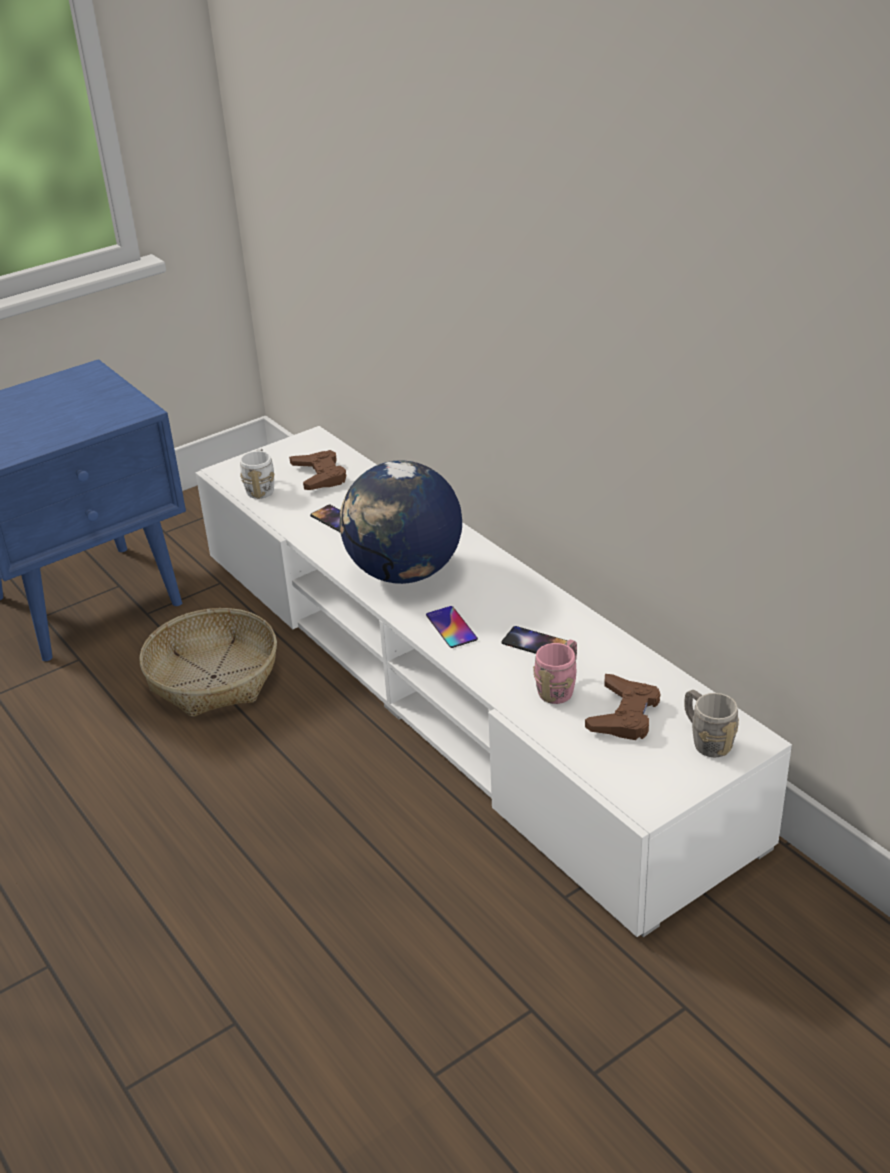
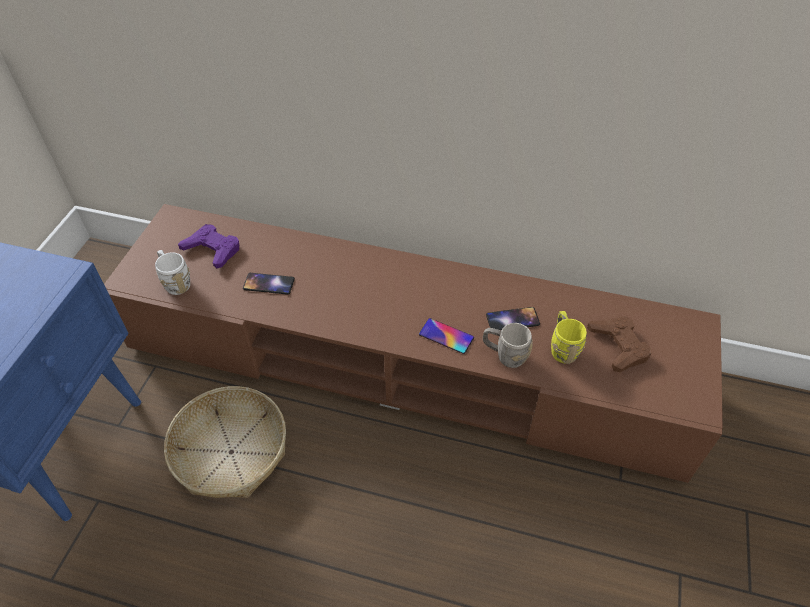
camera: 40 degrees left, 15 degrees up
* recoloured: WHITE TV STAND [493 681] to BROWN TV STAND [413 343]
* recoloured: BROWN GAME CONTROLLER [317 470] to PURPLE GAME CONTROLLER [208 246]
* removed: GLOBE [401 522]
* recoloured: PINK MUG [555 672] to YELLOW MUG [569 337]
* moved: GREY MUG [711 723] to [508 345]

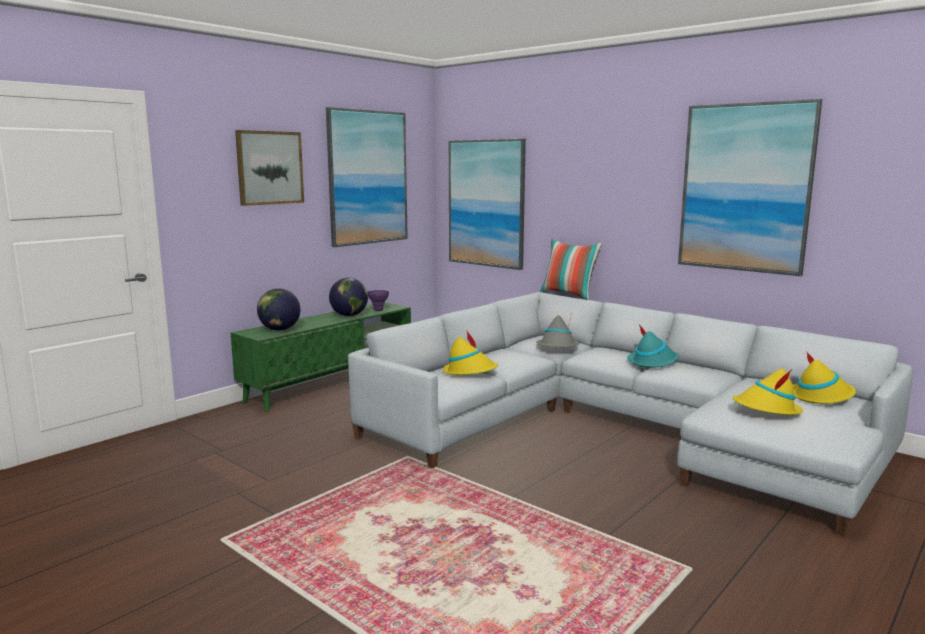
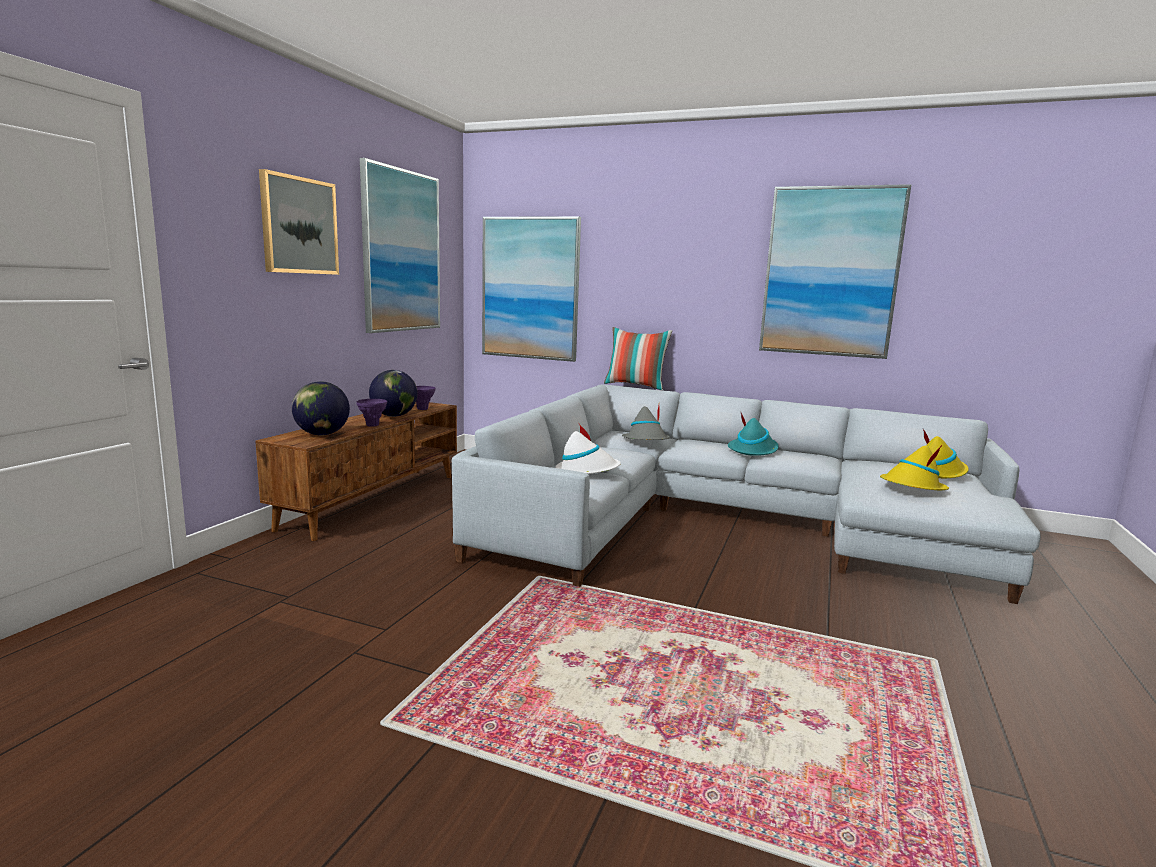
camera: 20 degrees left, 0 degrees up
* recoloured: GREEN TV STAND [321 357] to BROWN TV STAND [356 471]
* recoloured: YELLOW HAT [470 352] to WHITE HAT [588 449]
* added: PURPLE VASE [371 413]

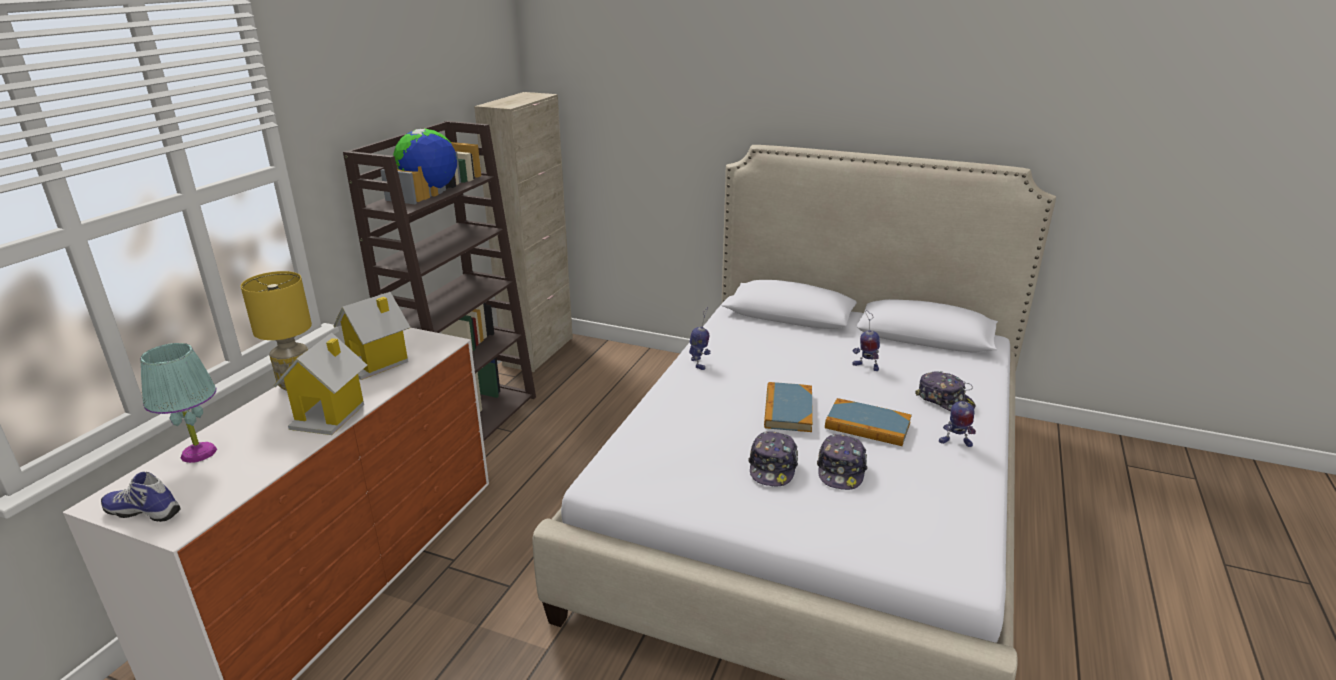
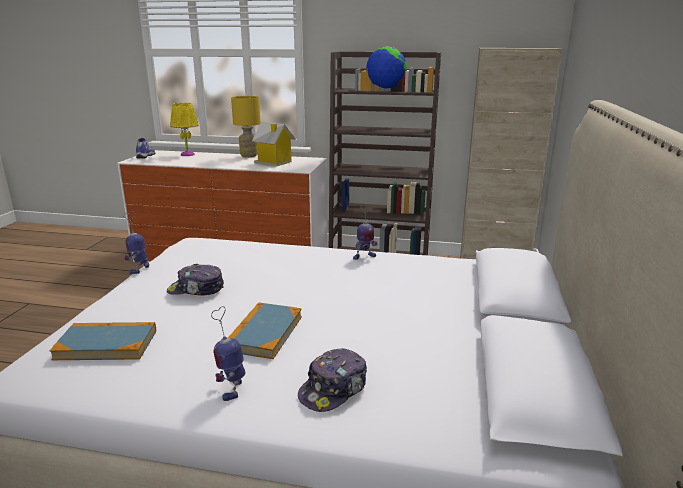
camera: 80 degrees right, 5 degrees down
* moved: TOY ROBOT [866 340] to [136 242]
* removed: TOY HOUSE [320 384]
* recoloured: TURQUOISE TABLE LAMP [178 403] to YELLOW TABLE LAMP [184 129]
* moved: BOOK [788 407] to [103 341]
* removed: CAP [842 462]

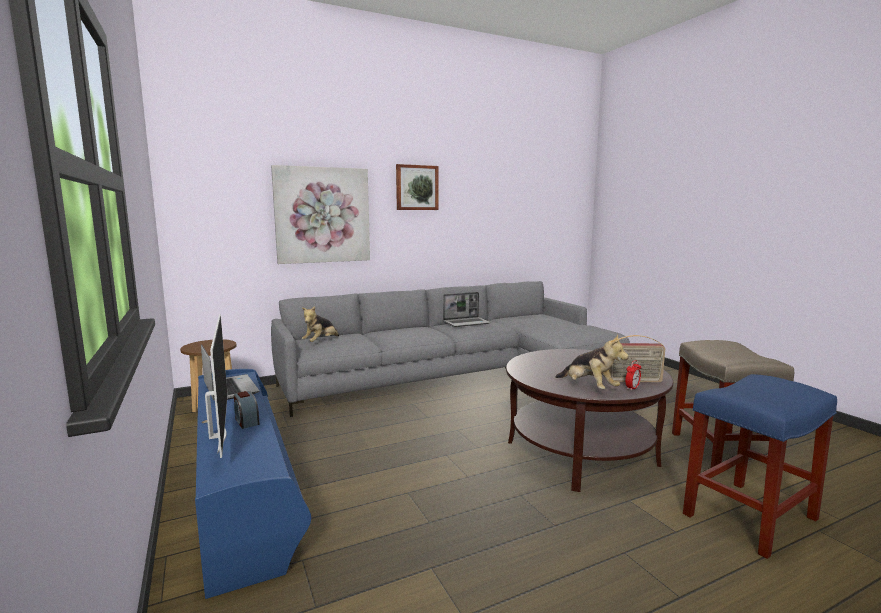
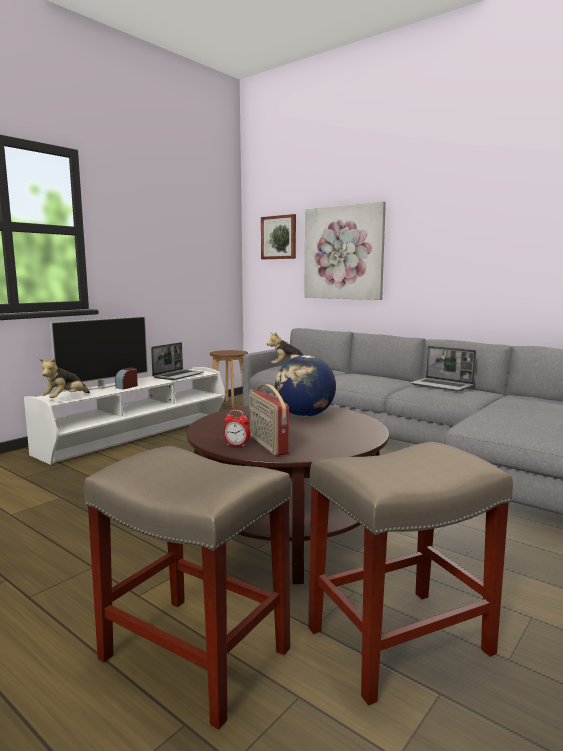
camera: 65 degrees right, 0 degrees up
* moved: PICTURE [417 187] to [278 236]
* moved: PLUSH TOY [592 361] to [64 377]
* recoloured: BLUE TV STAND [253 484] to WHITE TV STAND [125 416]
* recoloured: BLUE STOOL [760 466] to BEIGE STOOL [187 588]
* added: GLOBE [305 386]

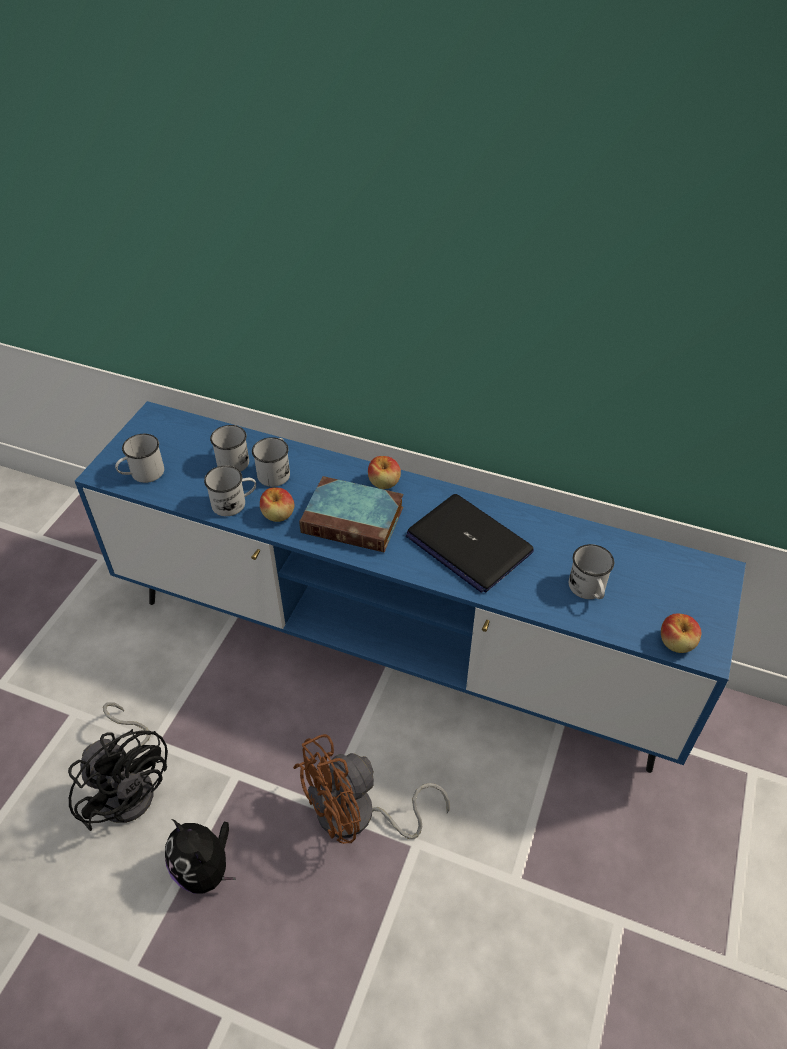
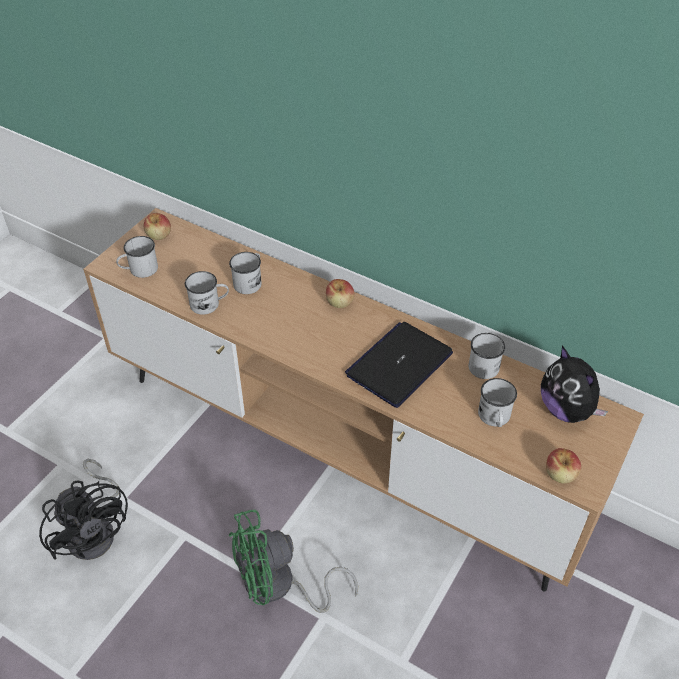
camera: 10 degrees right, 0 degrees up
* recoloured: BLUE TV STAND [410 587] to BROWN TV STAND [363 400]
* moved: WHITE MUG [229 448] to [487 355]
* removed: BOOK [351 514]
* moved: APPLE [277 504] to [157 226]
* turned: LAPTOP [470 543] = [399 365] 75 degrees clockwise
* recoloured: BROWN FAN [371 789] to GREEN FAN [293 561]
* moved: PLUSH TOY [200 856] to [574 384]

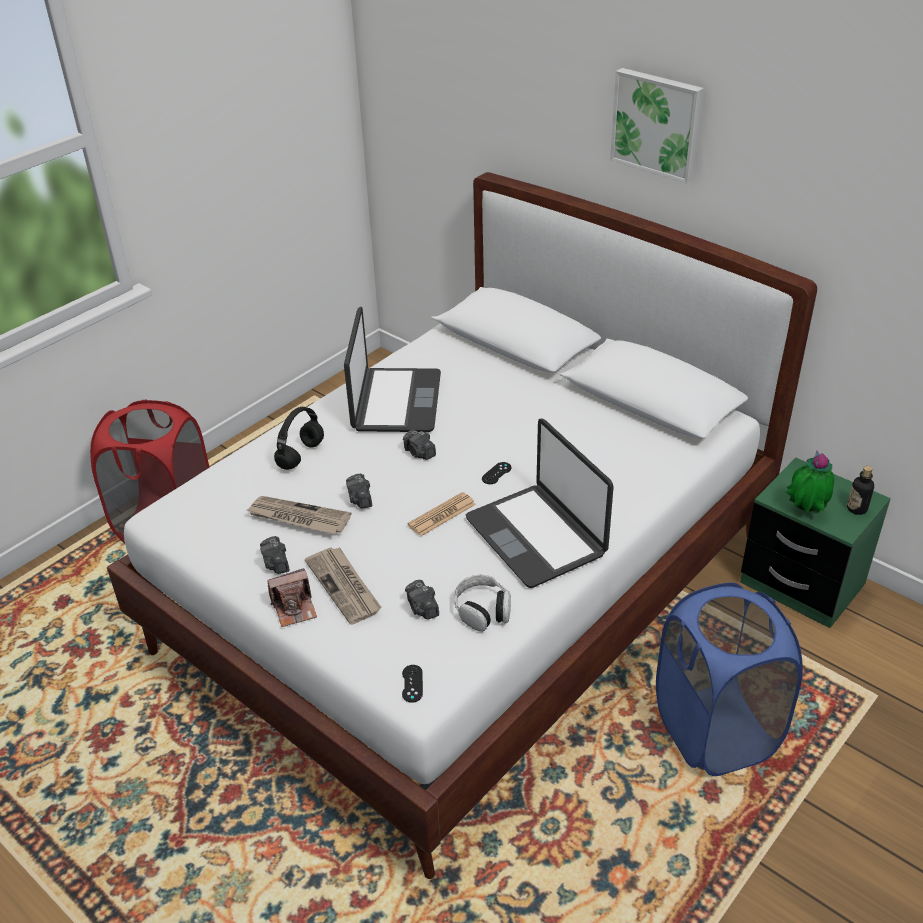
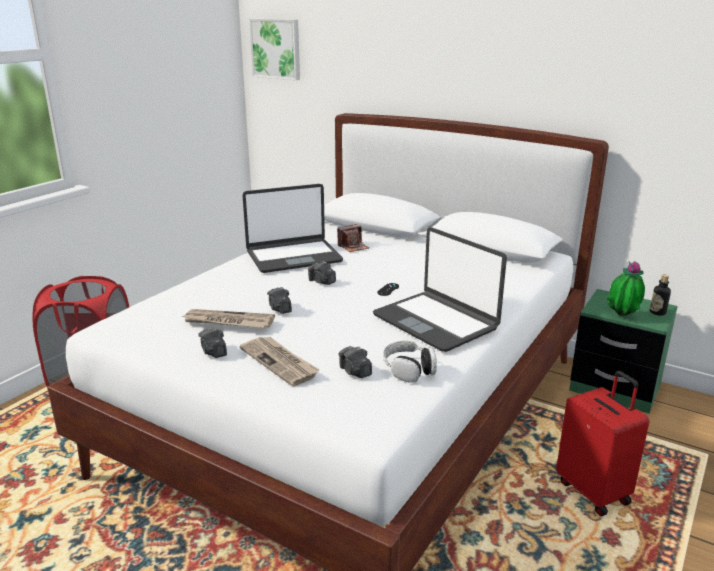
camera: 10 degrees left, 15 degrees down
* moved: PICTURE [657 126] to [274 49]
* turned: LAPTOP [392 369] = [292 228] 75 degrees clockwise
* removed: BLACK HEADPHONES [299 438]
* removed: NEWSPAPER [441 514]
* moved: PHOTO CAMERA [292 597] to [353 238]
* replaced: BLUE LAUNDRY BASKET [729 679] to RED SUITCASE [602 443]
* removed: BLACK GAME CONTROLLER [412 684]

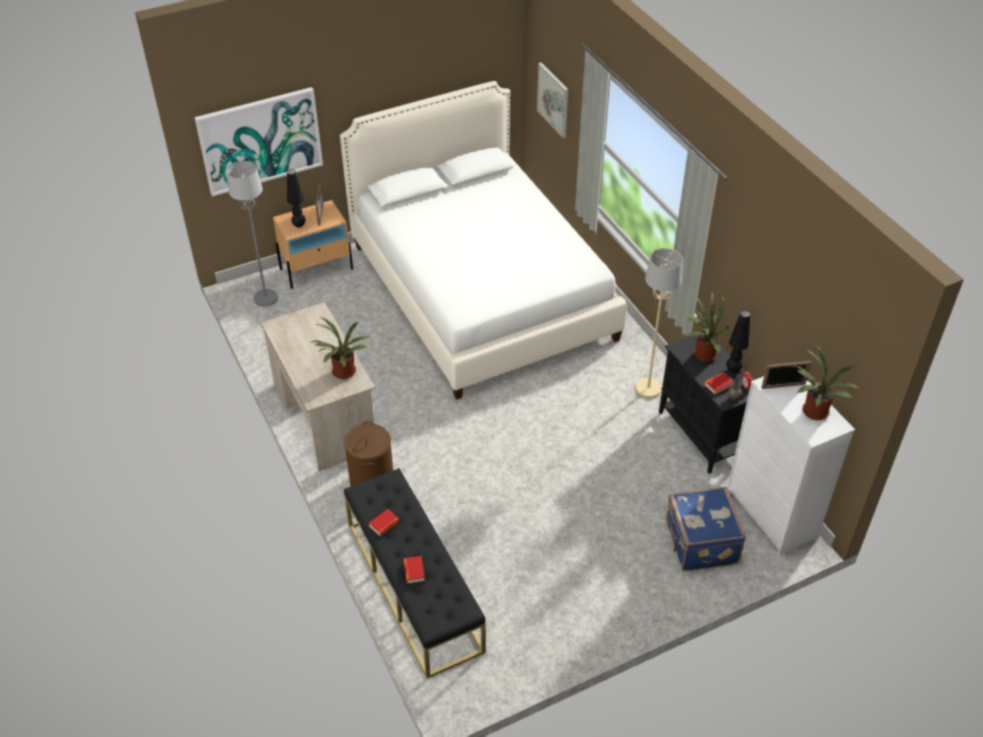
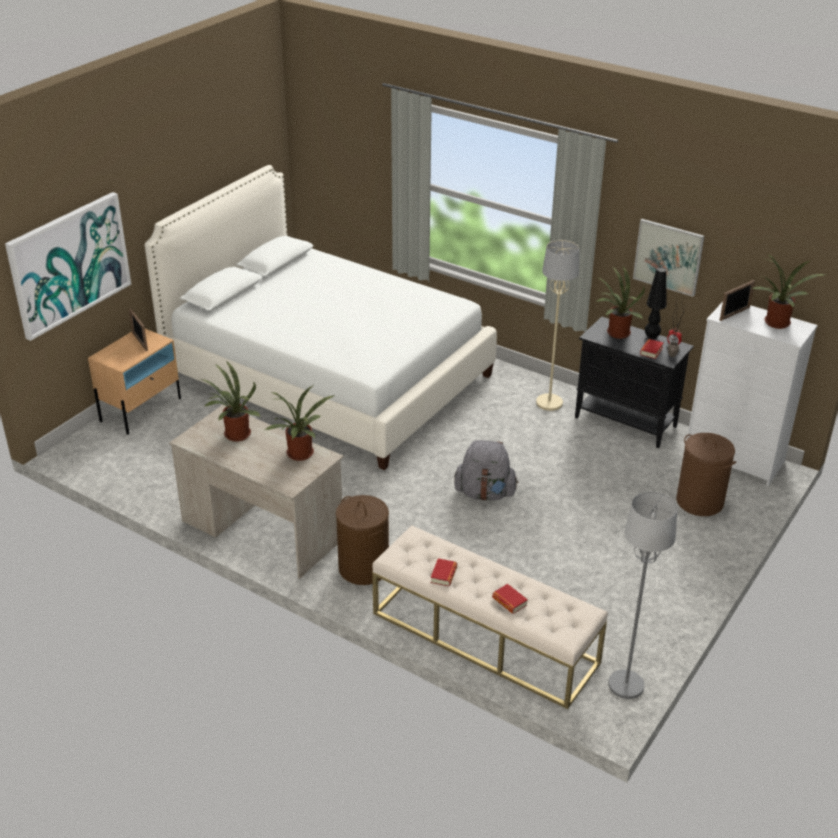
camera: 30 degrees left, 10 degrees down
* moved: PICTURE [552 100] to [668 258]
* moved: GREY FLOOR LAMP [252 234] to [642 595]
* removed: BLACK TABLE LAMP [296 198]
* recoloured: BLACK BENCH [415 573] to BEIGE BENCH [490 617]
* replaced: BLUE SUITCASE [706 529] to BROWN LAUNDRY BASKET [706 474]
* added: POTTED PLANT [230 401]
* added: GREY BACKPACK [486 470]

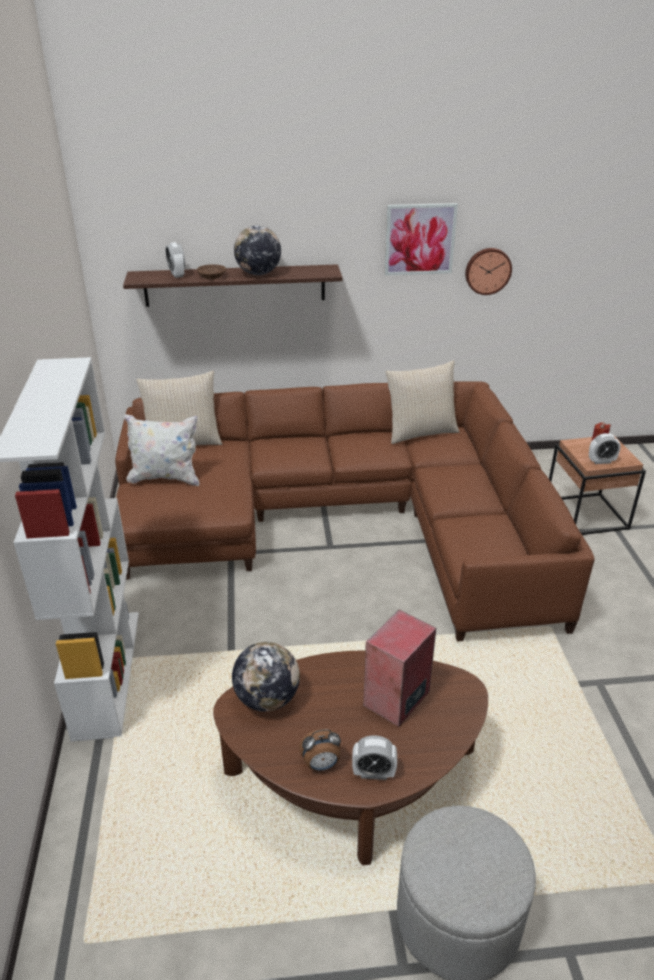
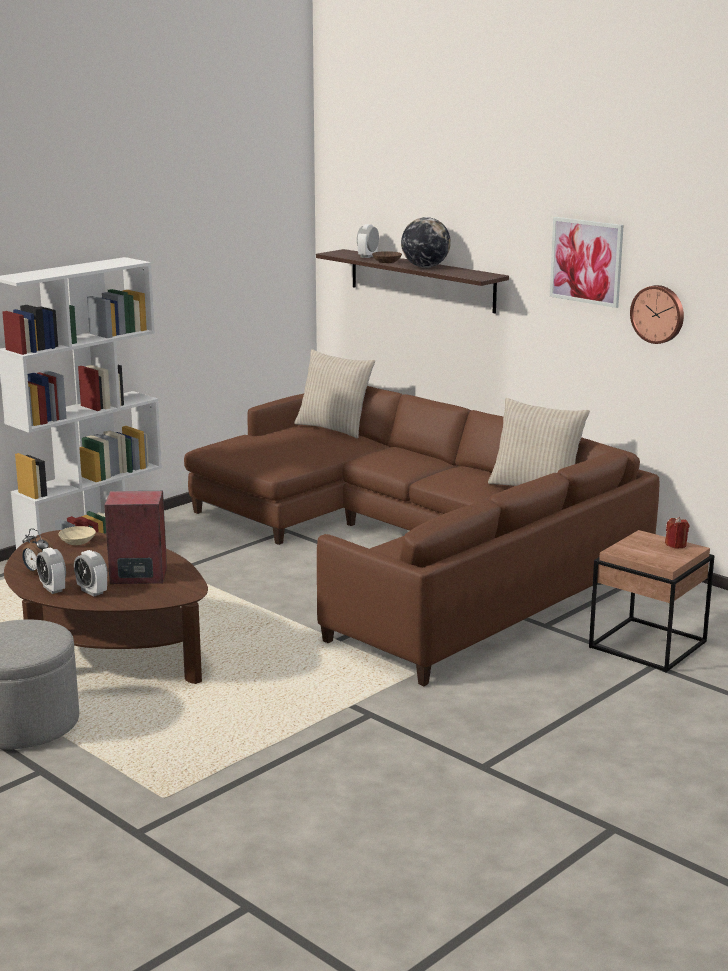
camera: 50 degrees right, 15 degrees down
* removed: WHITE PILLOW [161 450]
* moved: ALARM CLOCK [605 448] to [91 573]
* replaced: GLOBE [266 677] to BEIGE BOWL [77 535]

